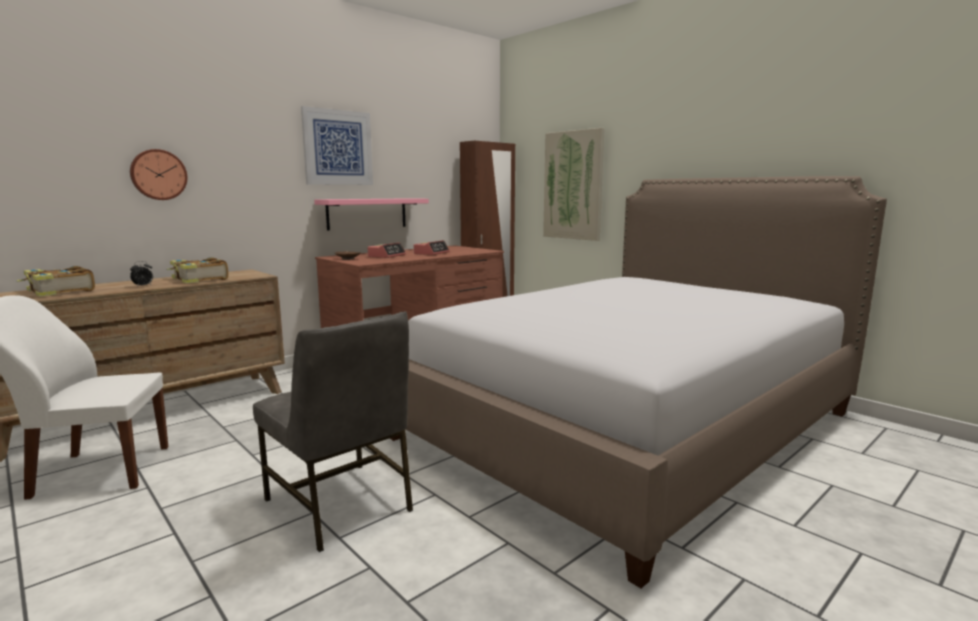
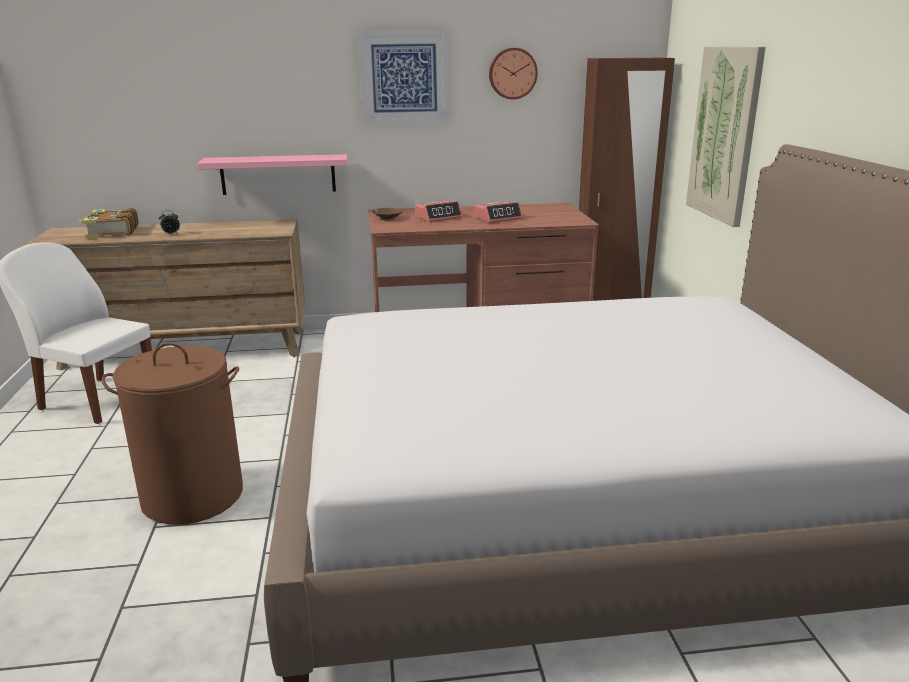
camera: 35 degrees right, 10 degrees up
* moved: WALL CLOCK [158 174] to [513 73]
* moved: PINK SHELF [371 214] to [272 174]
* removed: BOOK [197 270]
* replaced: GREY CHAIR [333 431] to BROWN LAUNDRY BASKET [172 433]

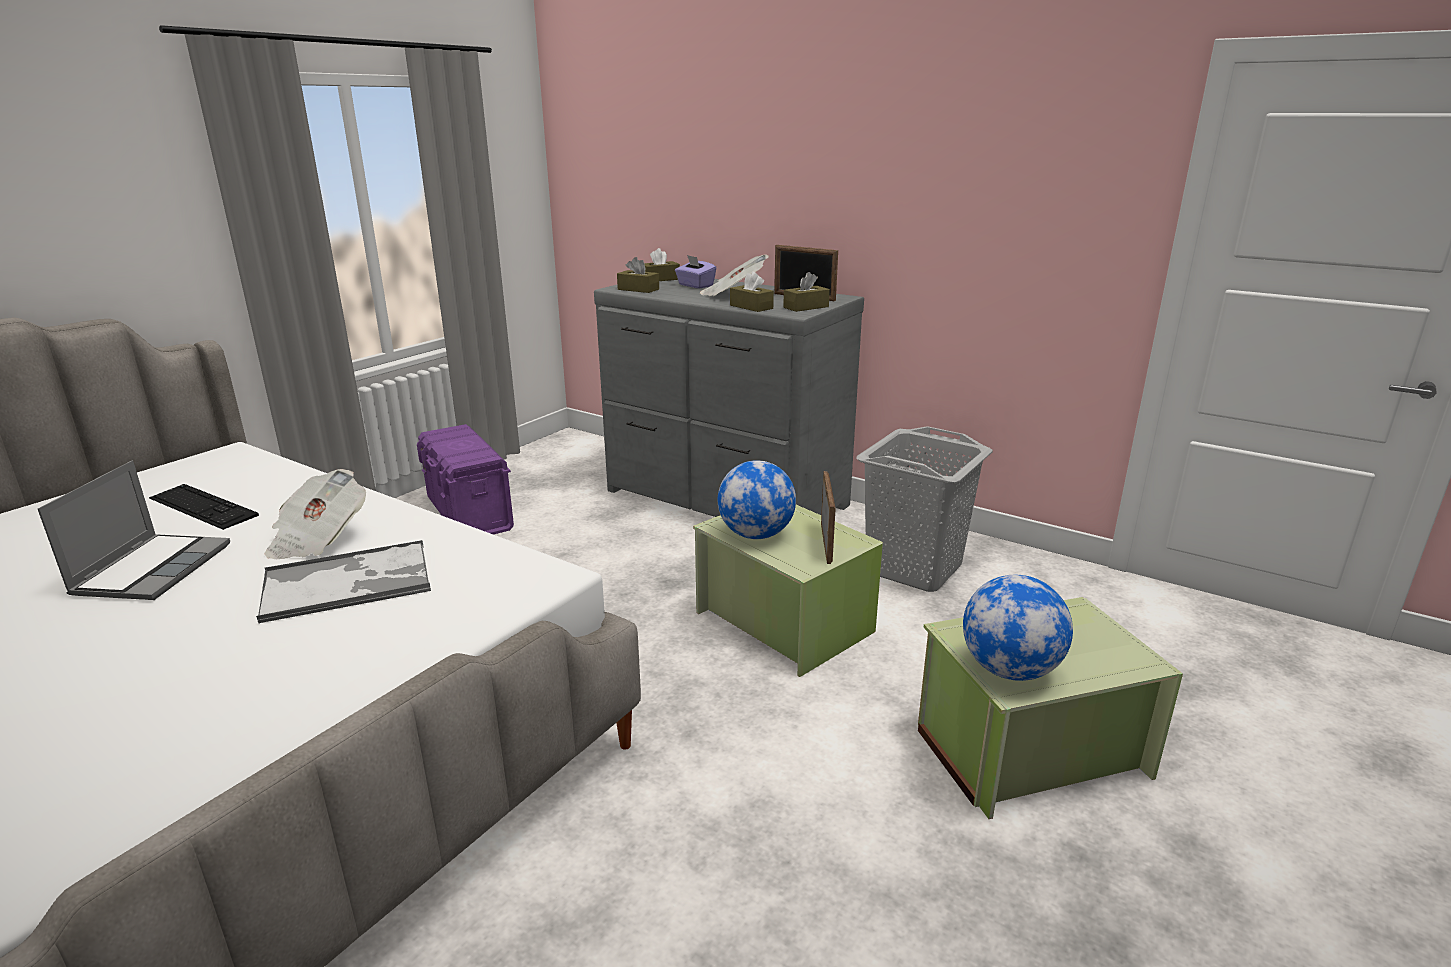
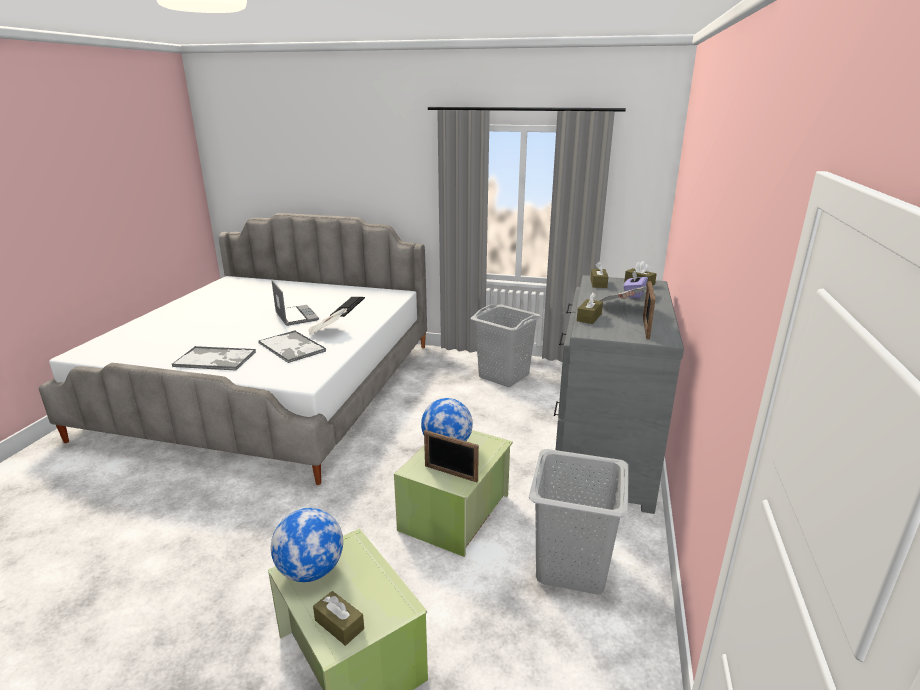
camera: 70 degrees right, 0 degrees up
* moved: BROWN TISSUE BOX [806 292] to [338 618]
* replaced: PURPLE STORAGE BOX [465 479] to GREY LAUNDRY BASKET [505 345]
* turned: LAPTOP [134 530] = [295 303] 105 degrees counterclockwise
* turned: PICTURE FRAME [828 517] = [451 456] 45 degrees clockwise
* added: TRAY [214 358]

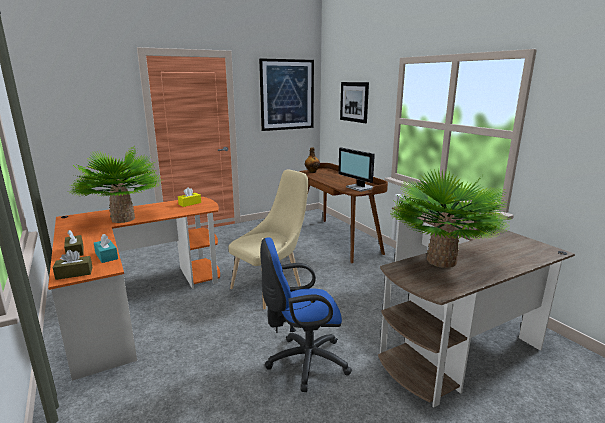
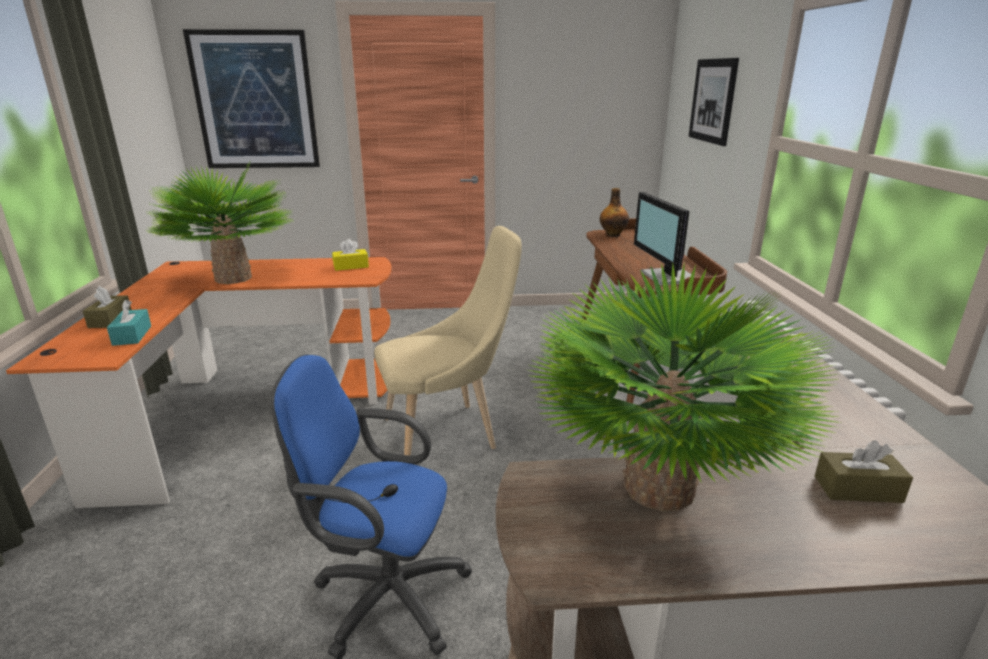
camera: 25 degrees right, 5 degrees up
* moved: PICTURE [286 94] to [251 98]
* moved: BROWN TISSUE BOX [73 265] to [864 471]

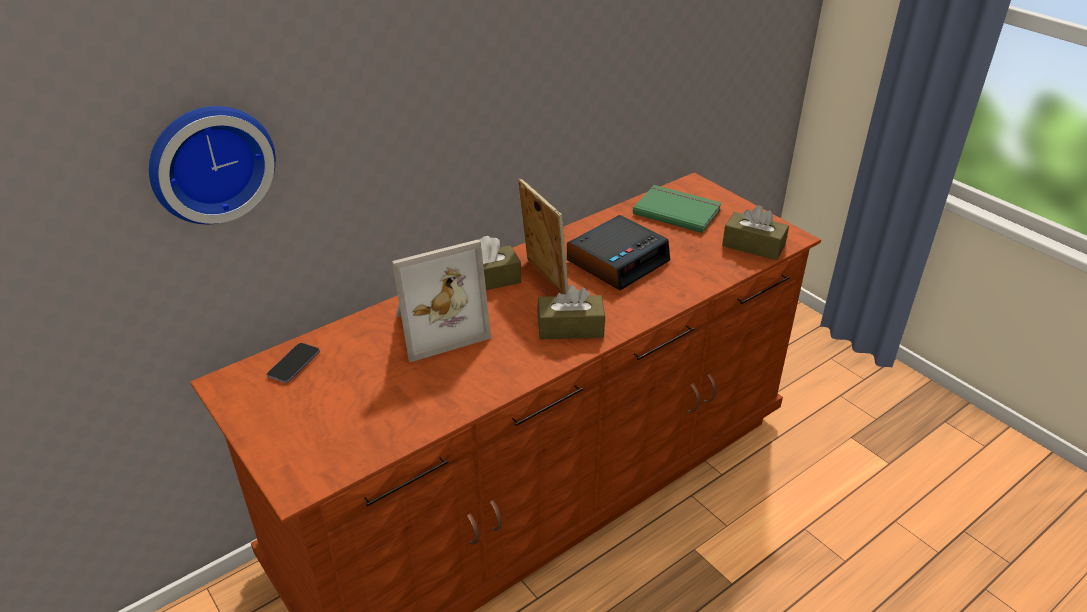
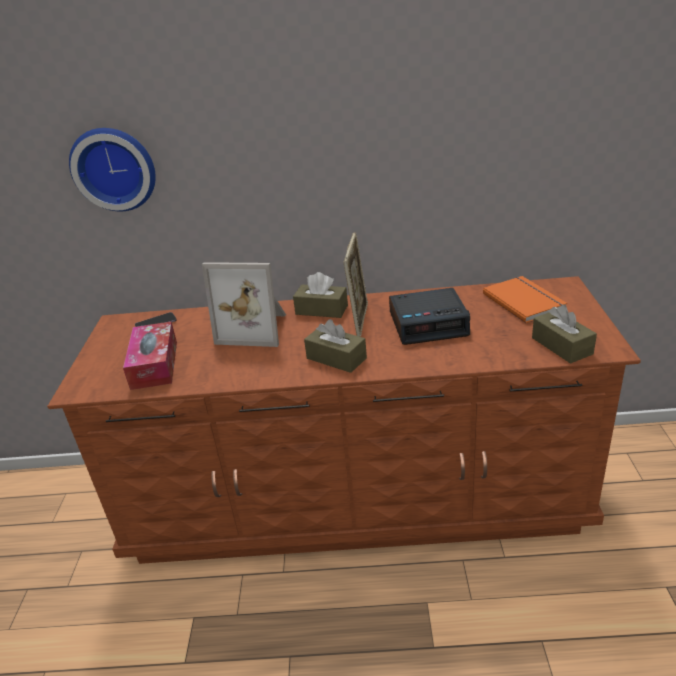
camera: 40 degrees right, 5 degrees down
* recoloured: GREEN BOOK [677 209] to ORANGE BOOK [525 299]
* added: TISSUE BOX [150 356]

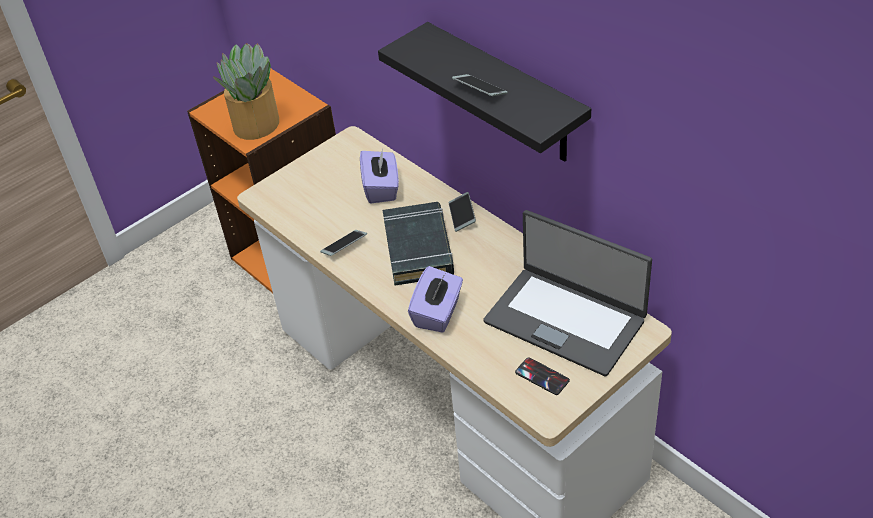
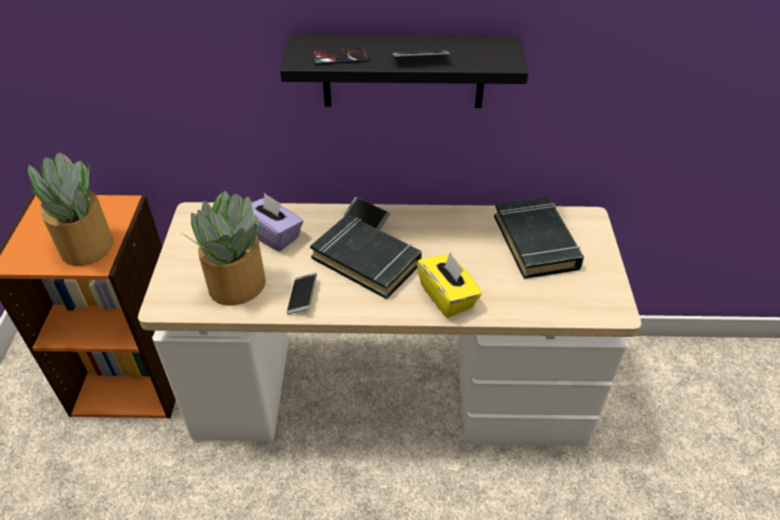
camera: 50 degrees left, 0 degrees up
* replaced: LAPTOP [567 293] to BLACK BOOK [539 238]
* recoloured: PURPLE TISSUE BOX [435 299] to YELLOW TISSUE BOX [449 285]
* moved: PHONE [542 376] to [341 56]
* added: POTTED PLANT [223 248]

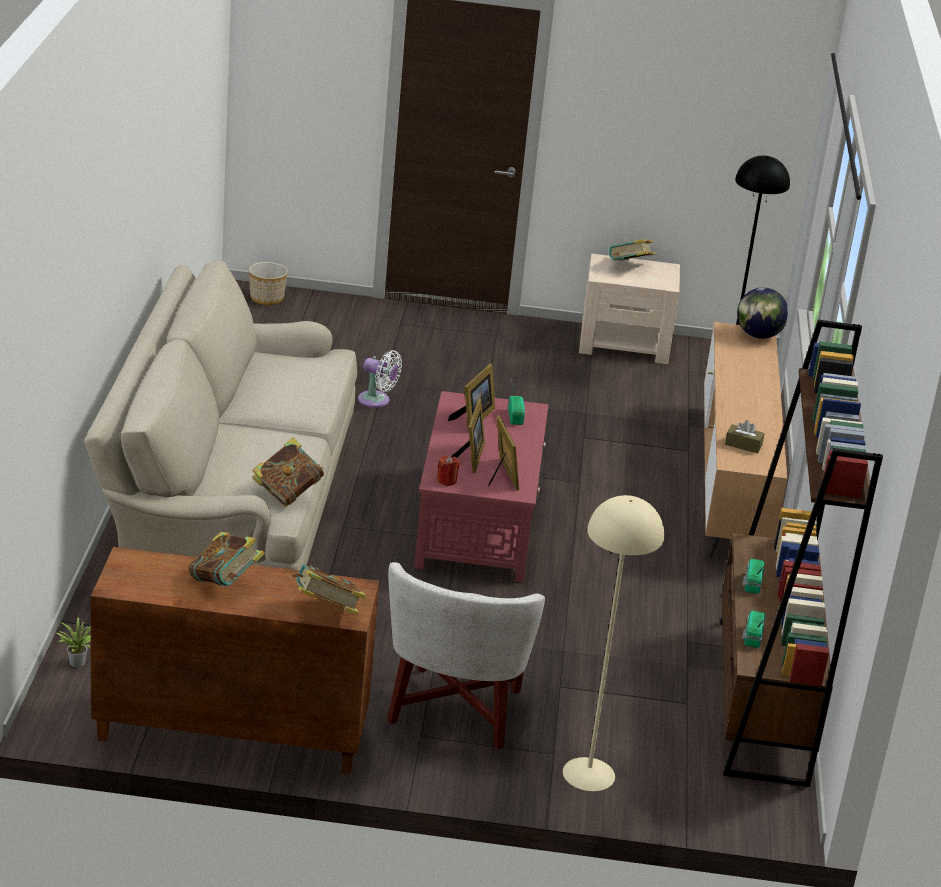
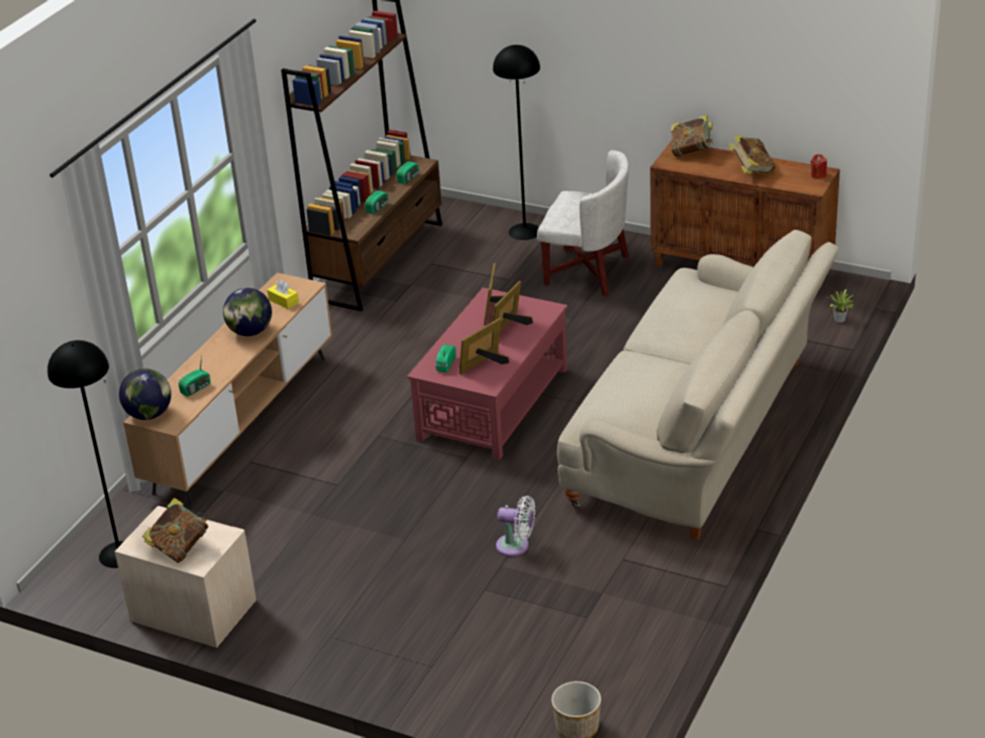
camera: 155 degrees left, 5 degrees up
* turned: WHITE FAN [380 379] = [515 526] 150 degrees clockwise
* recoloured: BROWN TISSUE BOX [745 436] to YELLOW TISSUE BOX [283 294]
* removed: BOOK [288 472]
* moved: RED CANDLE [448 471] to [819 166]
* recoloured: BEIGE FLOOR LAMP [613 643] to BLACK FLOOR LAMP [516 142]
* turned: WHITE ARMCHAIR [466 655] = [583 223] 75 degrees clockwise
* added: GLOBE [247 312]
* added: RADIO [194 375]

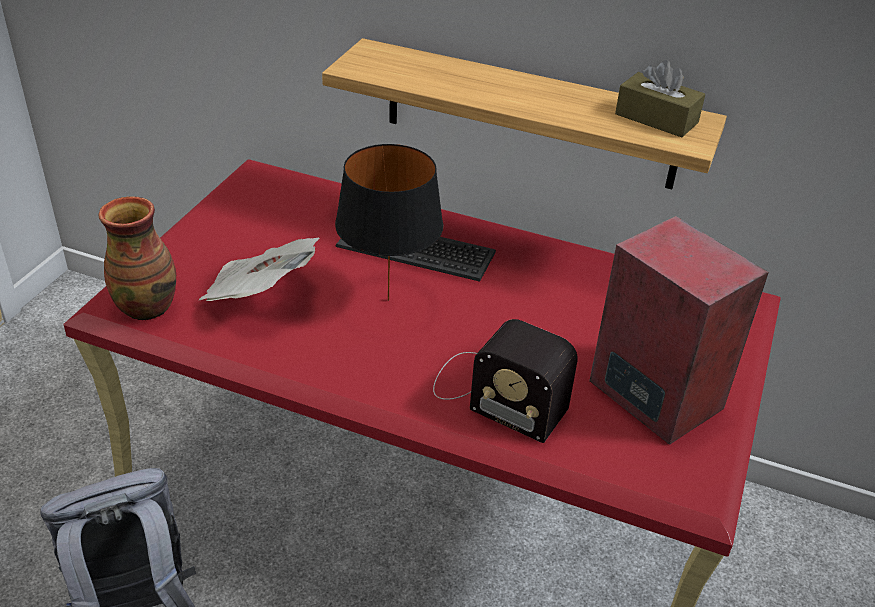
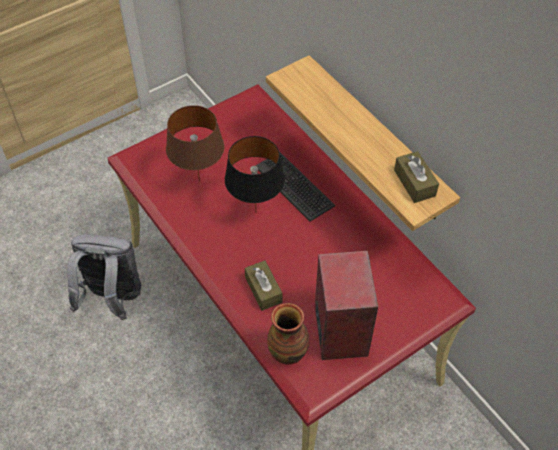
camera: 35 degrees right, 15 degrees up
* moved: VASE [137 258] to [288 334]
* replaced: NEWSPAPER [259 269] to BROWN TABLE LAMP [195 143]
* replaced: RADIO [505 381] to BROWN TISSUE BOX [263 285]

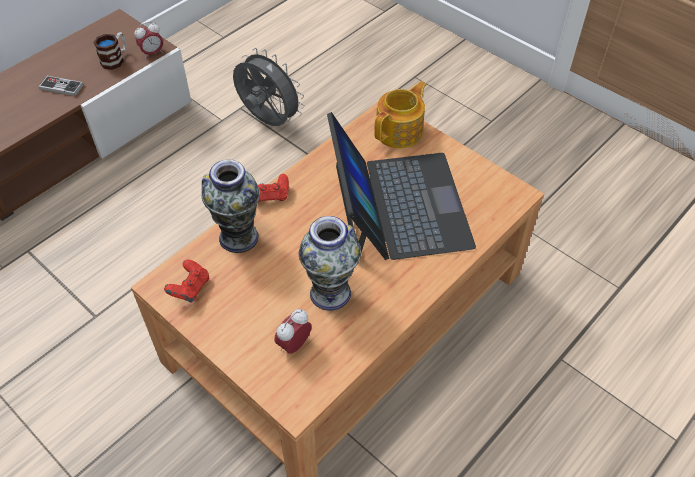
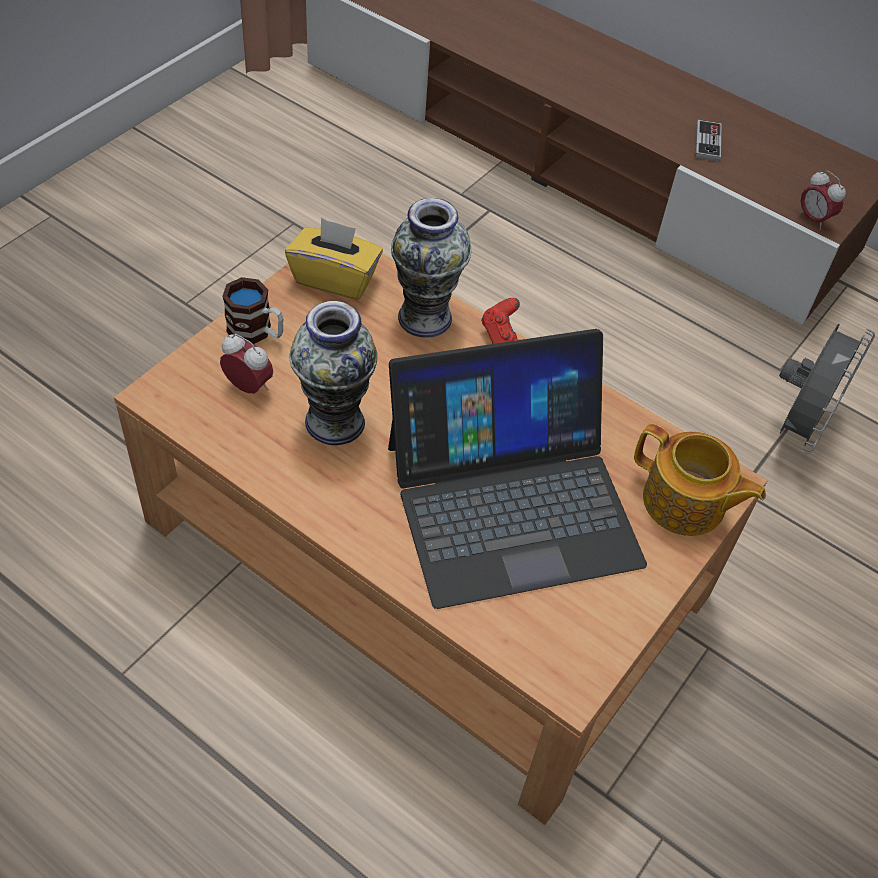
camera: 80 degrees right, 0 degrees up
* moved: MUG [109 51] to [253 310]
* replaced: RED GAME CONTROLLER [186 281] to YELLOW TISSUE BOX [334 258]

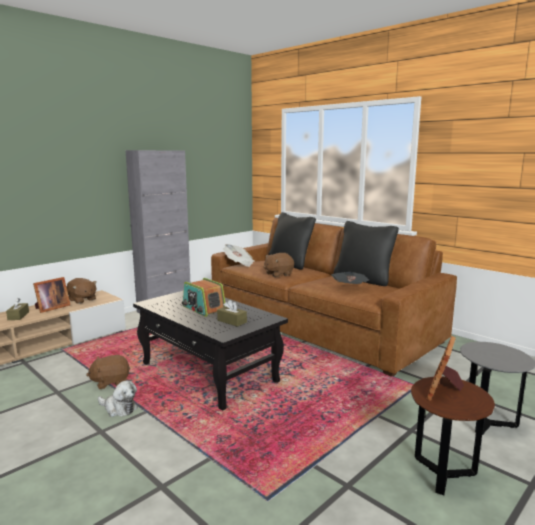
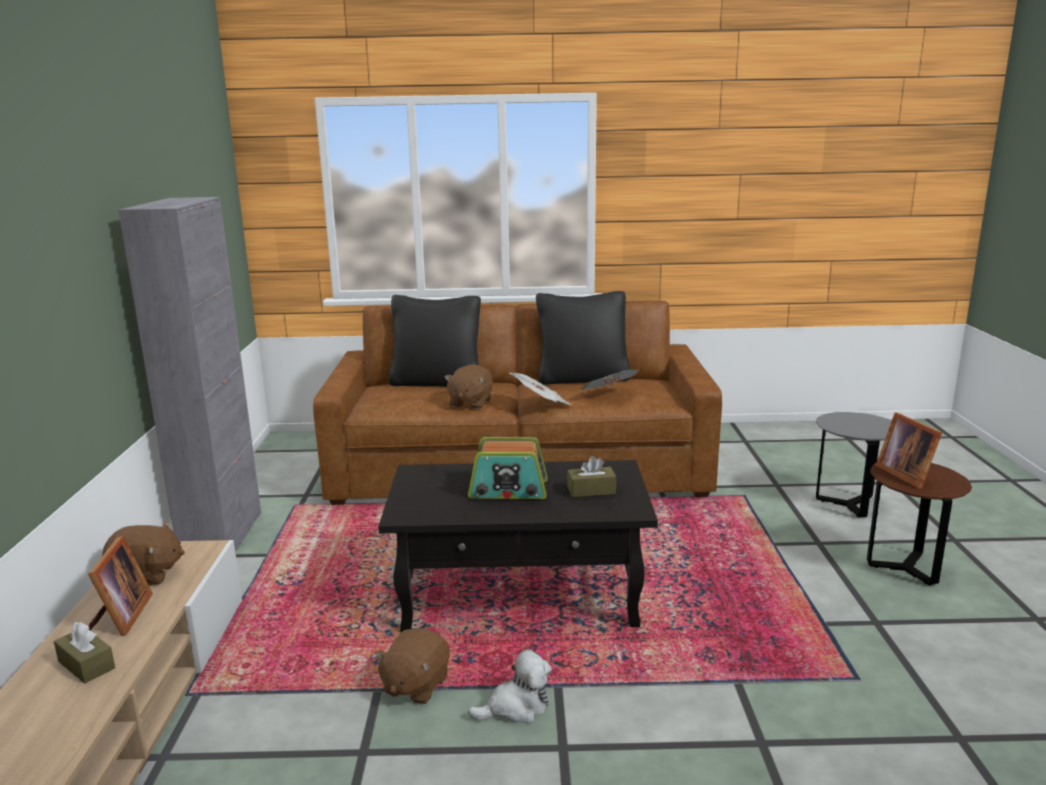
camera: 45 degrees left, 5 degrees up
* moved: NEWSPAPER [239 255] to [541 389]

